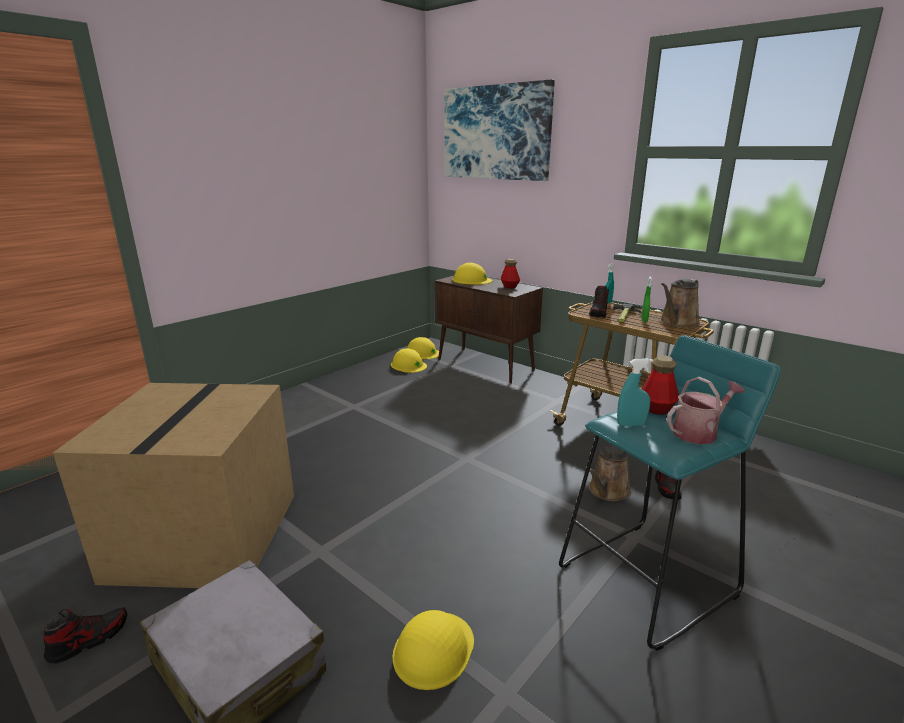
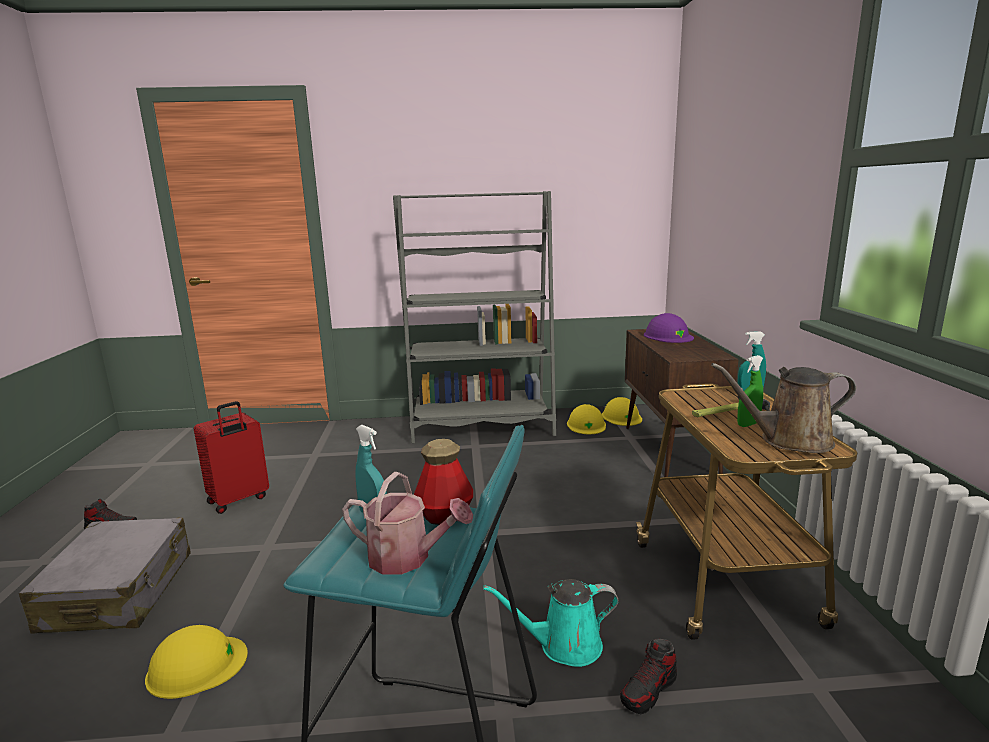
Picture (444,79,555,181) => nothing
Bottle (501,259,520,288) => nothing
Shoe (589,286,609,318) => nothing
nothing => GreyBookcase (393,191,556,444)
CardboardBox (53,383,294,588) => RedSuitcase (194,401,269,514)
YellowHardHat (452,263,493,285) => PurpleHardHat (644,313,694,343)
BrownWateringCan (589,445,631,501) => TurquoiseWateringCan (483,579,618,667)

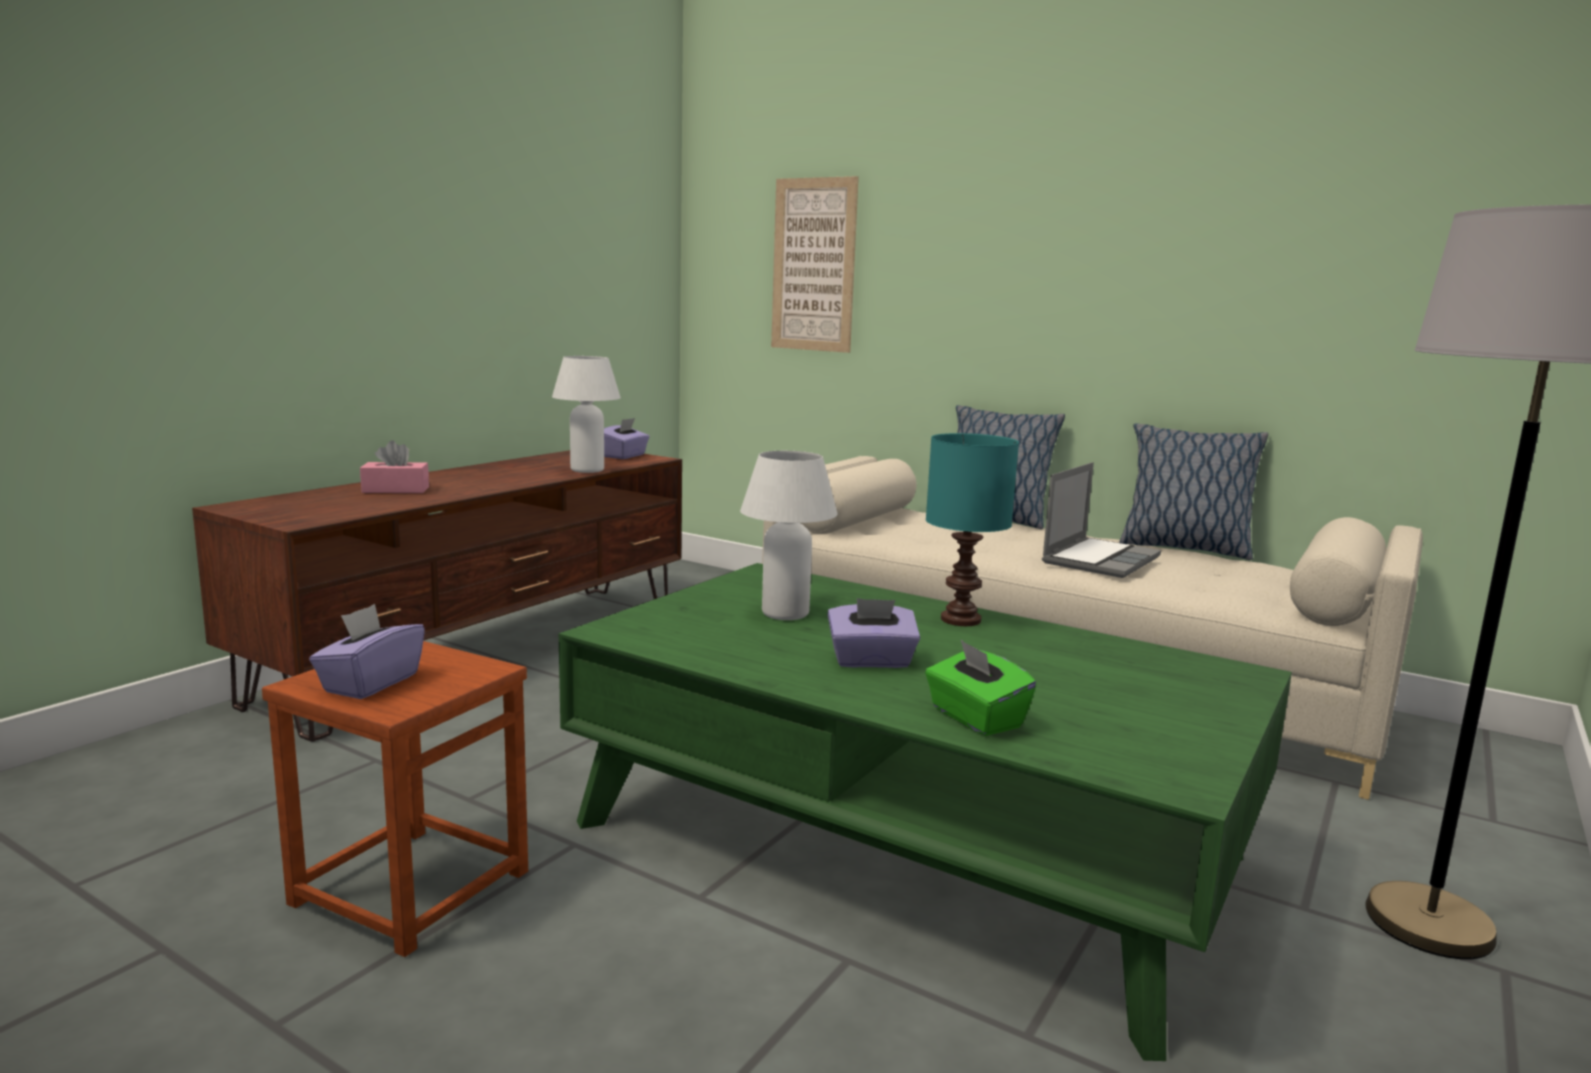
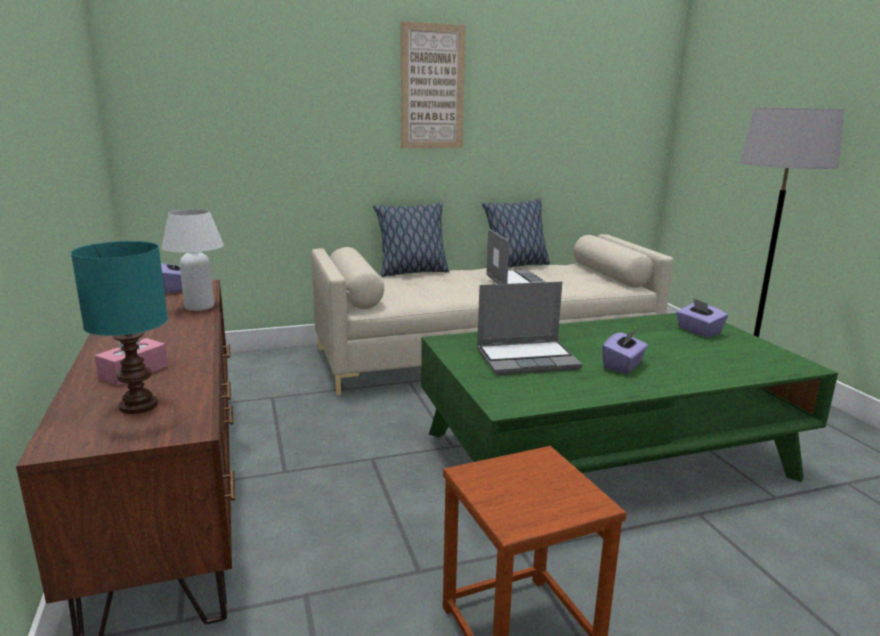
GreenTissueBox (925,639,1037,736) => nothing
PurpleTissueBox (309,604,425,699) => PurpleTissueBox (676,298,728,337), shifted
Picture (771,176,859,353) => Picture (401,21,466,149), shifted
TurquoiseTableLamp (926,433,1019,626) => TurquoiseTableLamp (71,241,168,414), shifted
WhiteTableLamp (740,451,838,620) => Laptop (477,282,582,375)

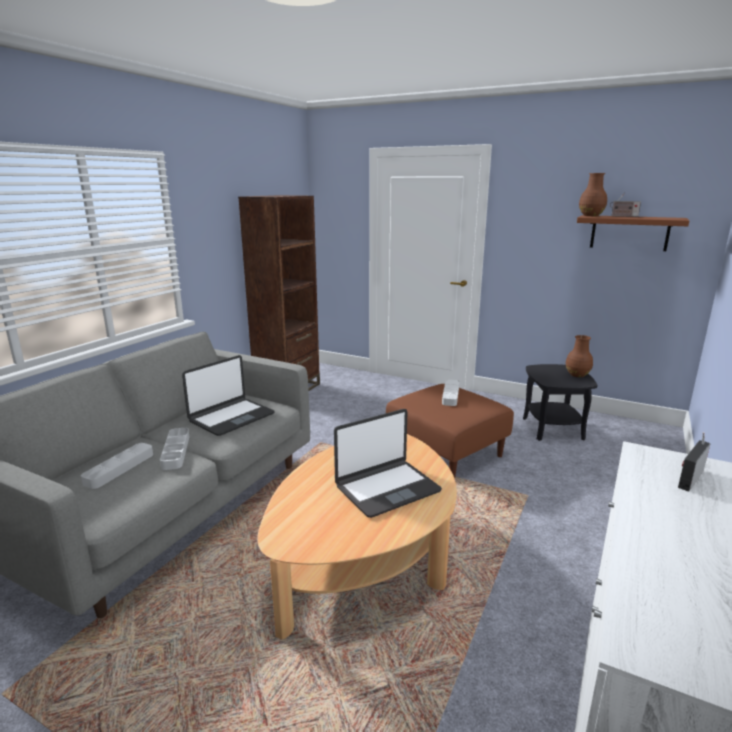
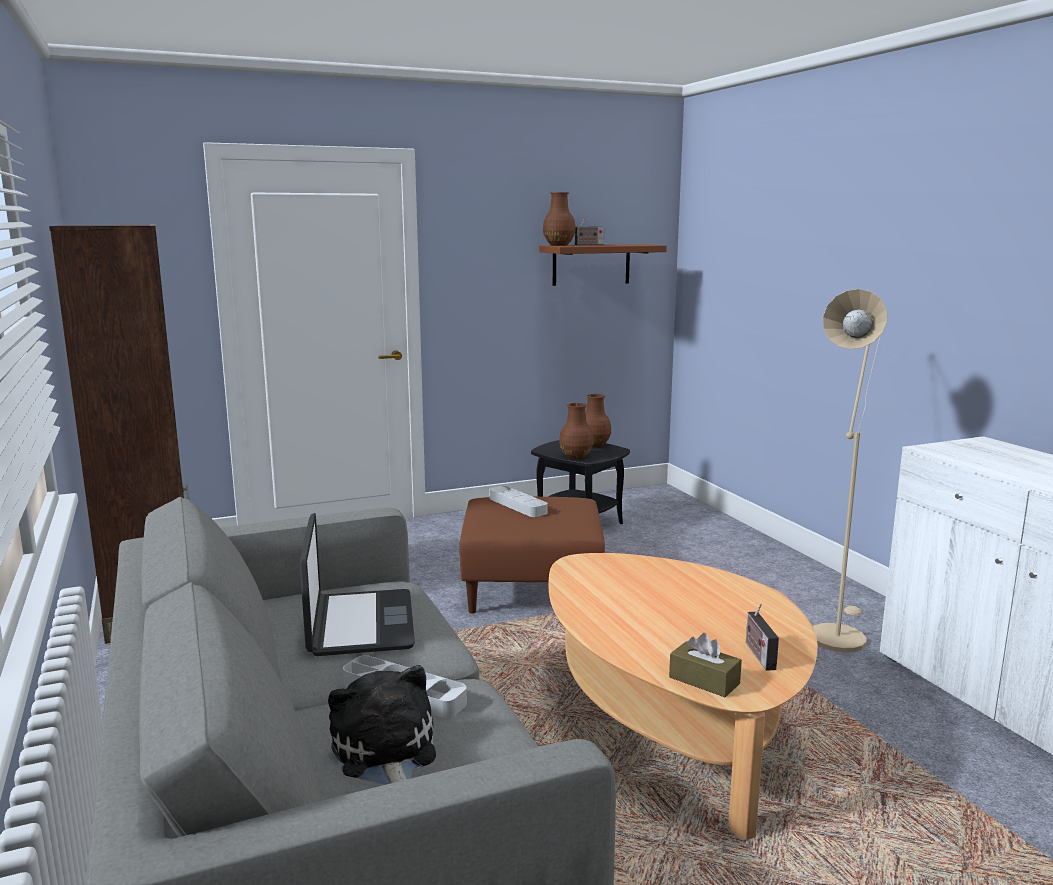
Laptop (334,409,442,518) => nothing
nothing => BrownVase (559,403,594,459)
nothing => BrownTissueBox (669,633,742,697)
nothing => BeigeFloorLamp (813,289,887,652)
Radio (678,432,710,492) => Radio (746,603,779,671), shifted
GreyTray (81,443,153,489) => PlushToy (328,665,436,785)

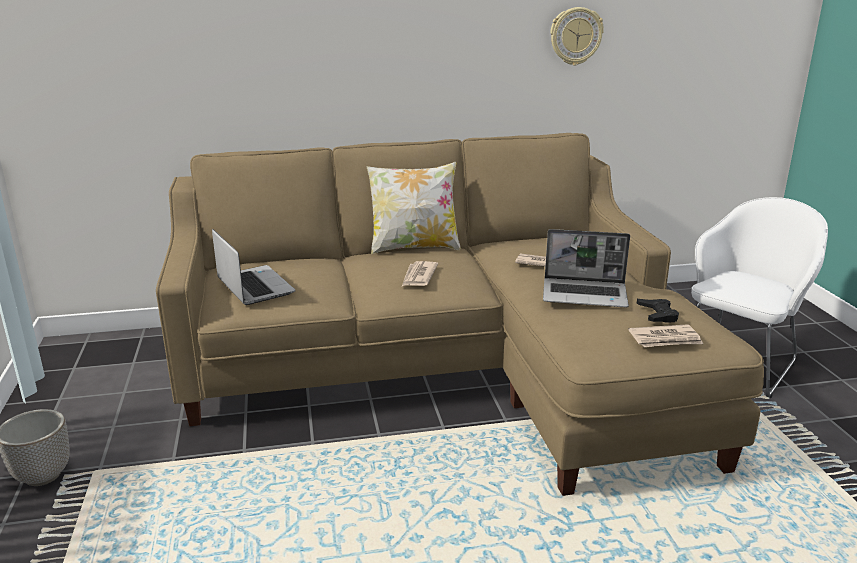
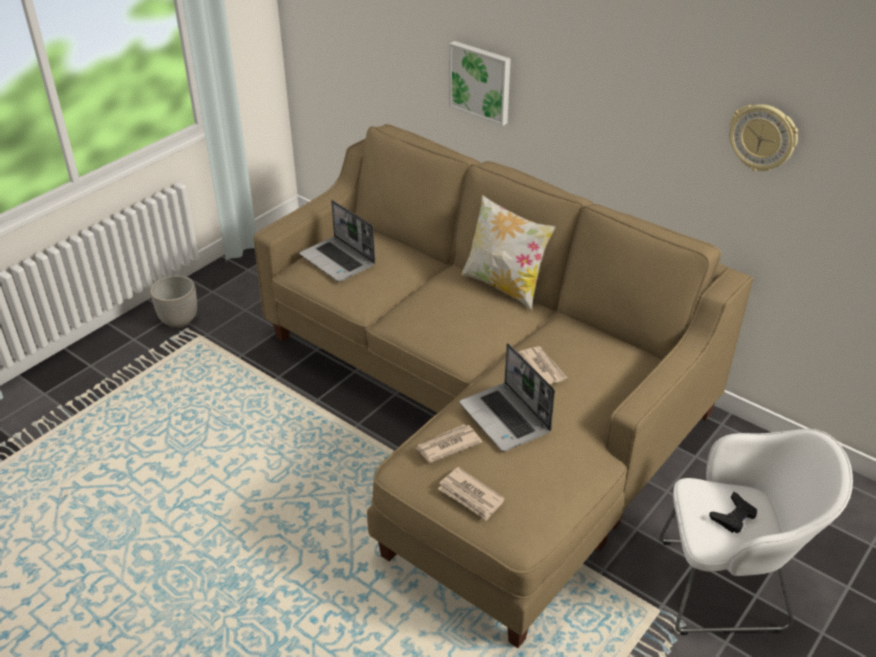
nothing => Picture (449,41,511,126)
Newspaper (402,261,438,286) => Newspaper (416,424,482,463), shifted
BlackGameController (637,299,679,323) => BlackGameController (709,492,757,533), shifted
Laptop (212,229,296,305) => Laptop (299,200,375,282), 120 degrees clockwise

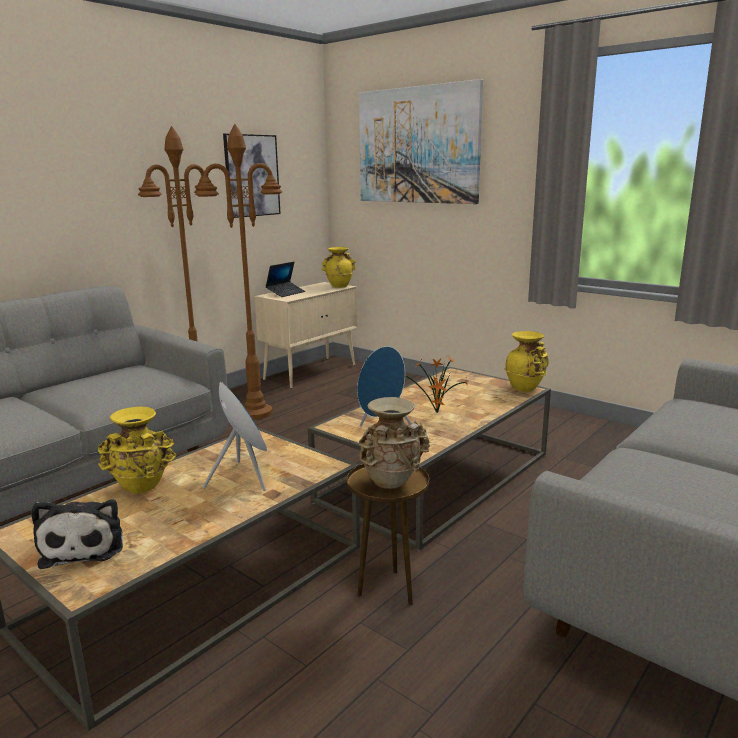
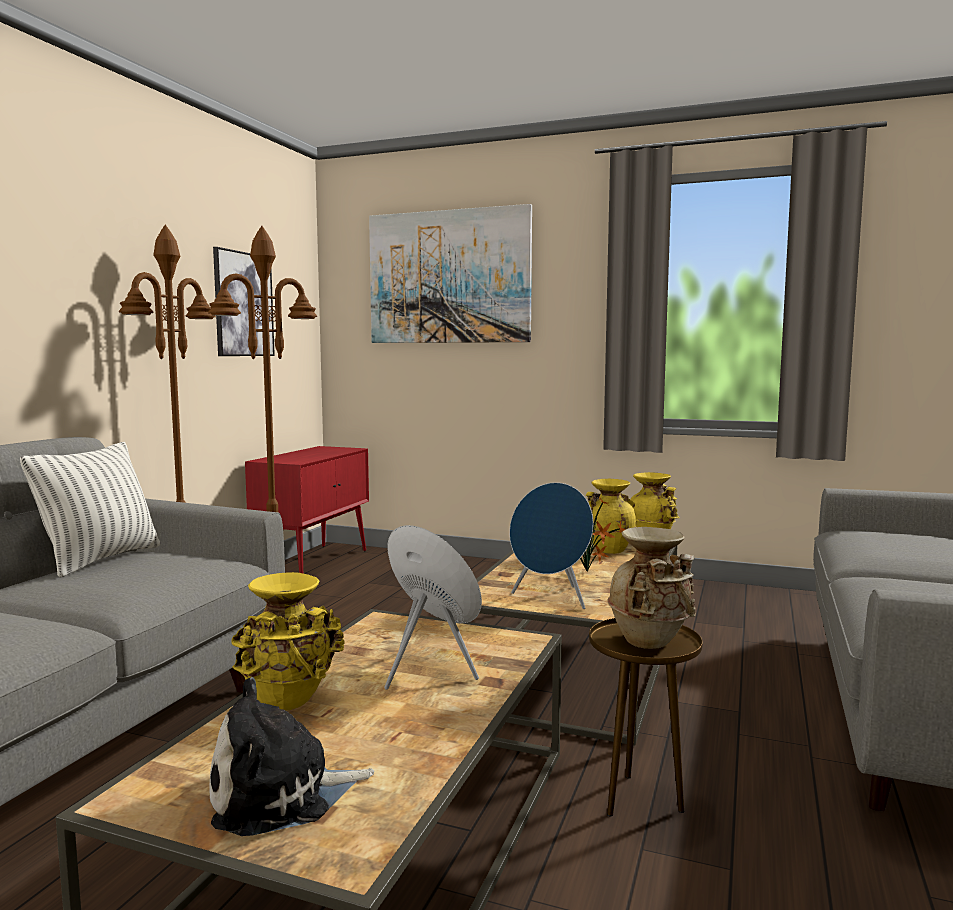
Laptop (265,262,305,297) => nothing
nothing => Pillow (20,442,160,578)
YellowVase (321,247,356,288) => YellowVase (586,479,637,554), shifted
BeigeCabinet (254,282,358,388) => RedCabinet (245,446,369,573)
PlushToy (31,500,123,569) => PlushToy (210,677,374,836), 105 degrees clockwise

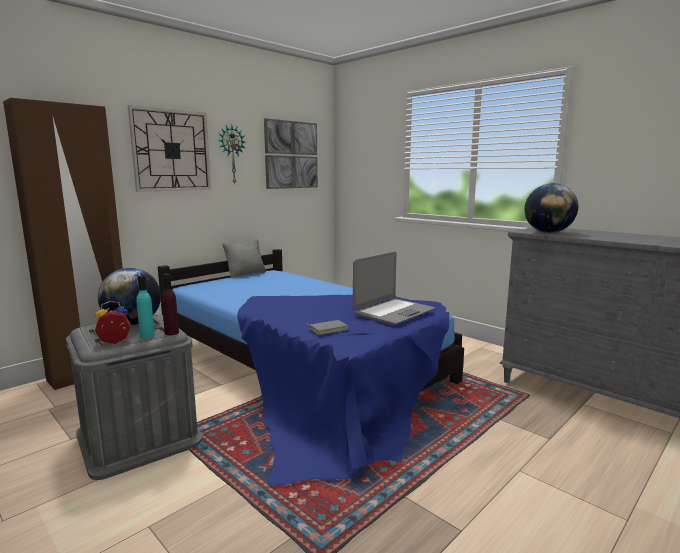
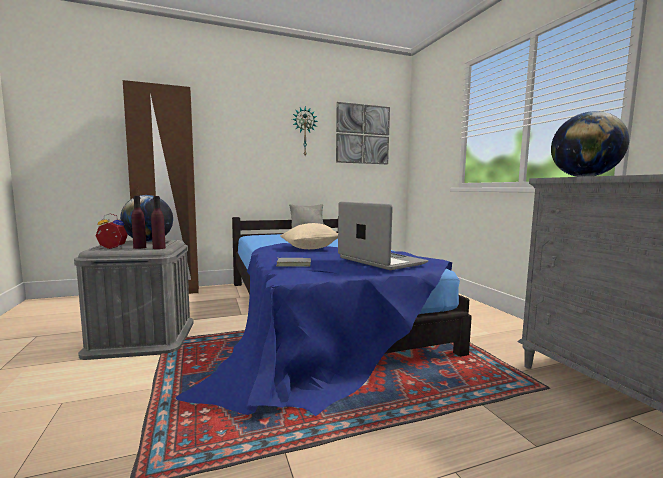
WallClock (128,105,211,192) => nothing
nothing => BeigePillow (280,223,338,249)
TurquoiseBottle (136,275,155,338) => PurpleBottle (131,196,146,249)
Laptop (353,252,435,324) => Laptop (338,202,428,270), 105 degrees counterclockwise

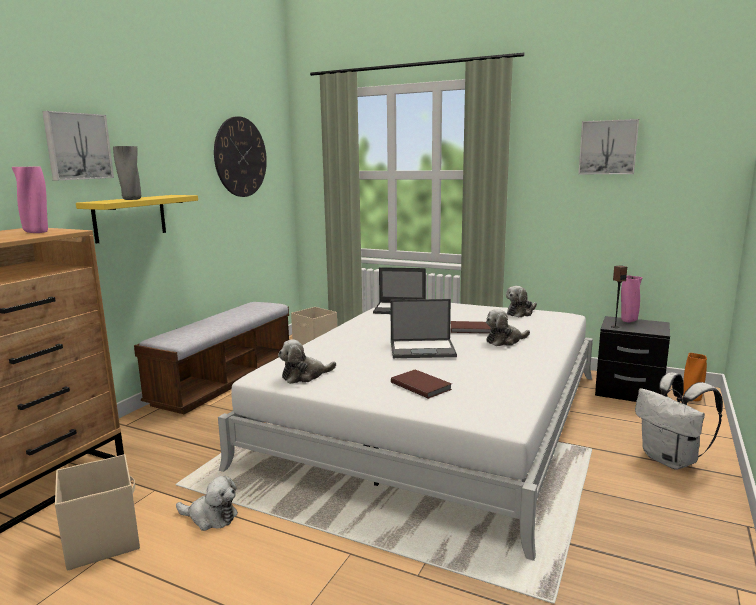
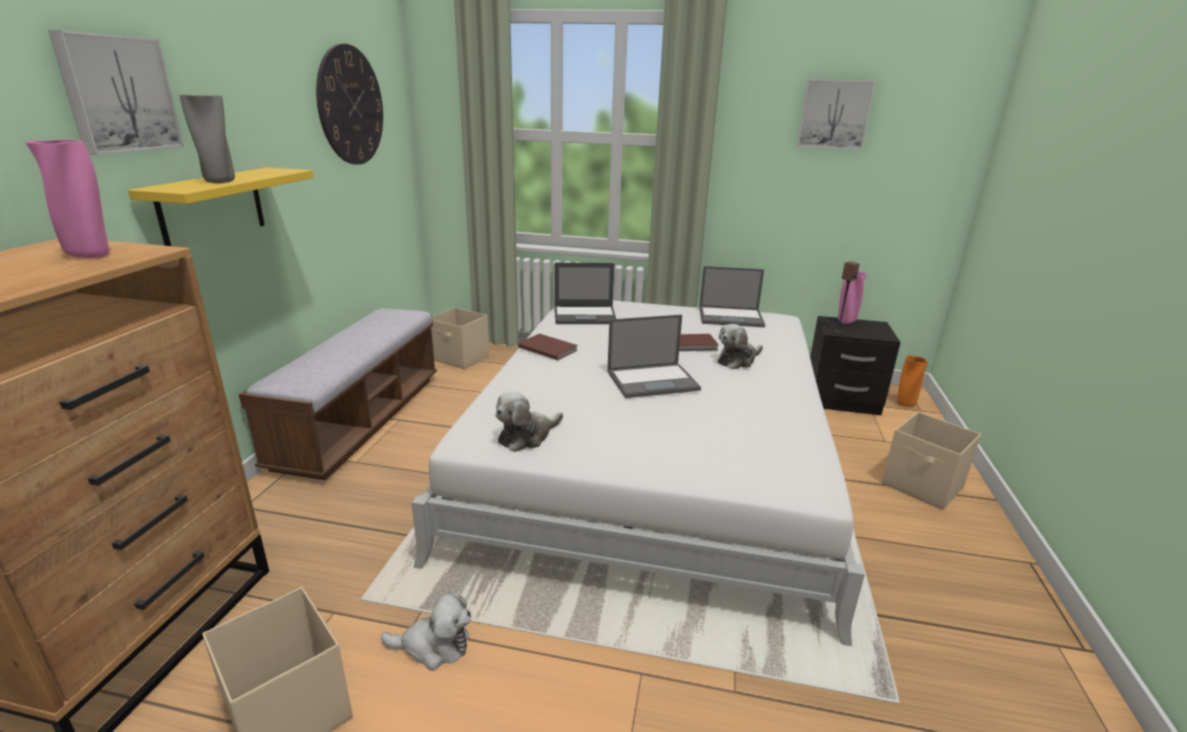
BrownBook (391,369,452,399) => BrownBook (518,334,578,360), shifted
PlushToy (506,286,537,317) => Laptop (699,266,765,327)
WhiteBackpack (635,373,723,469) => BeigeStorageBox (882,412,981,510)

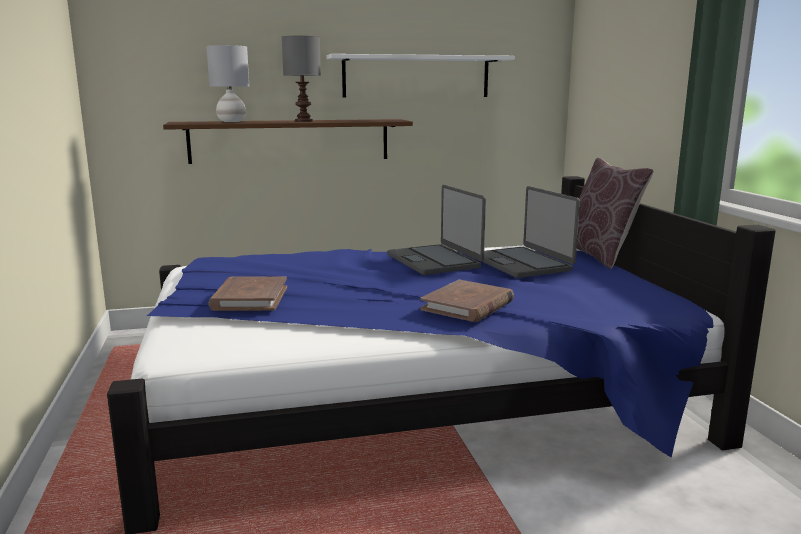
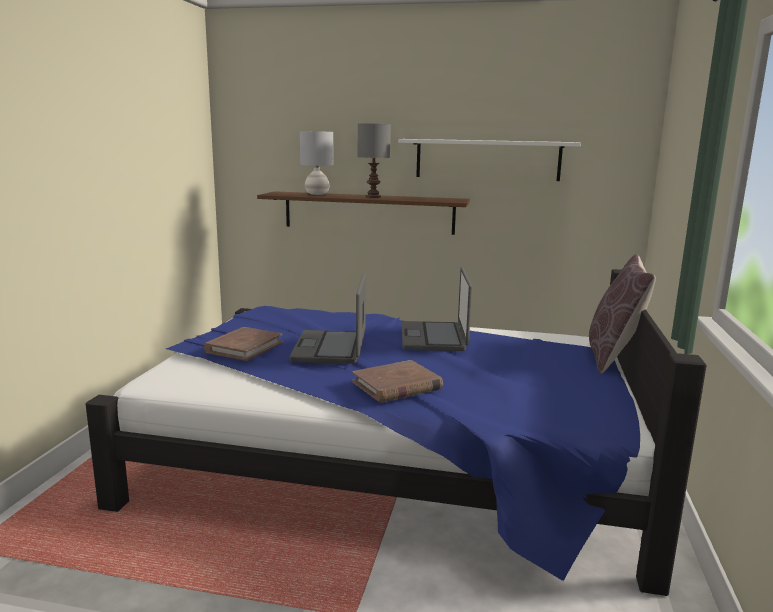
Laptop (482,186,580,278) => Laptop (289,273,366,364), shifted

